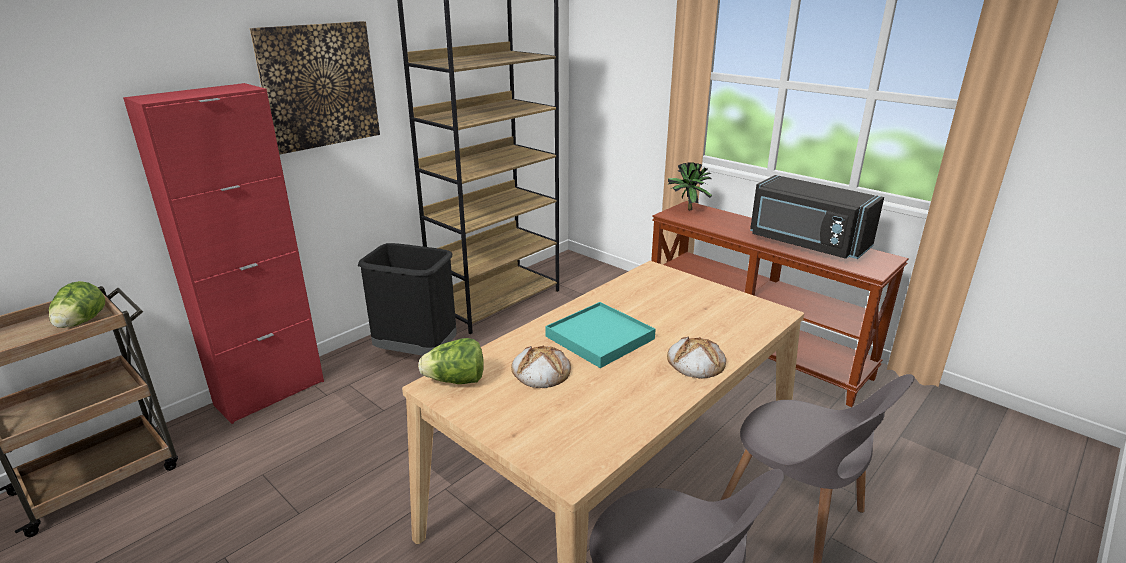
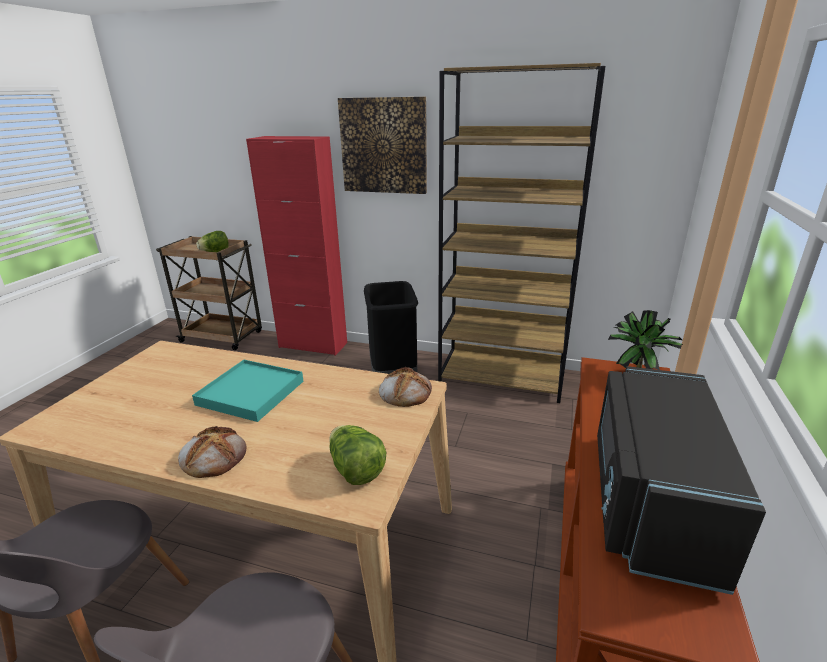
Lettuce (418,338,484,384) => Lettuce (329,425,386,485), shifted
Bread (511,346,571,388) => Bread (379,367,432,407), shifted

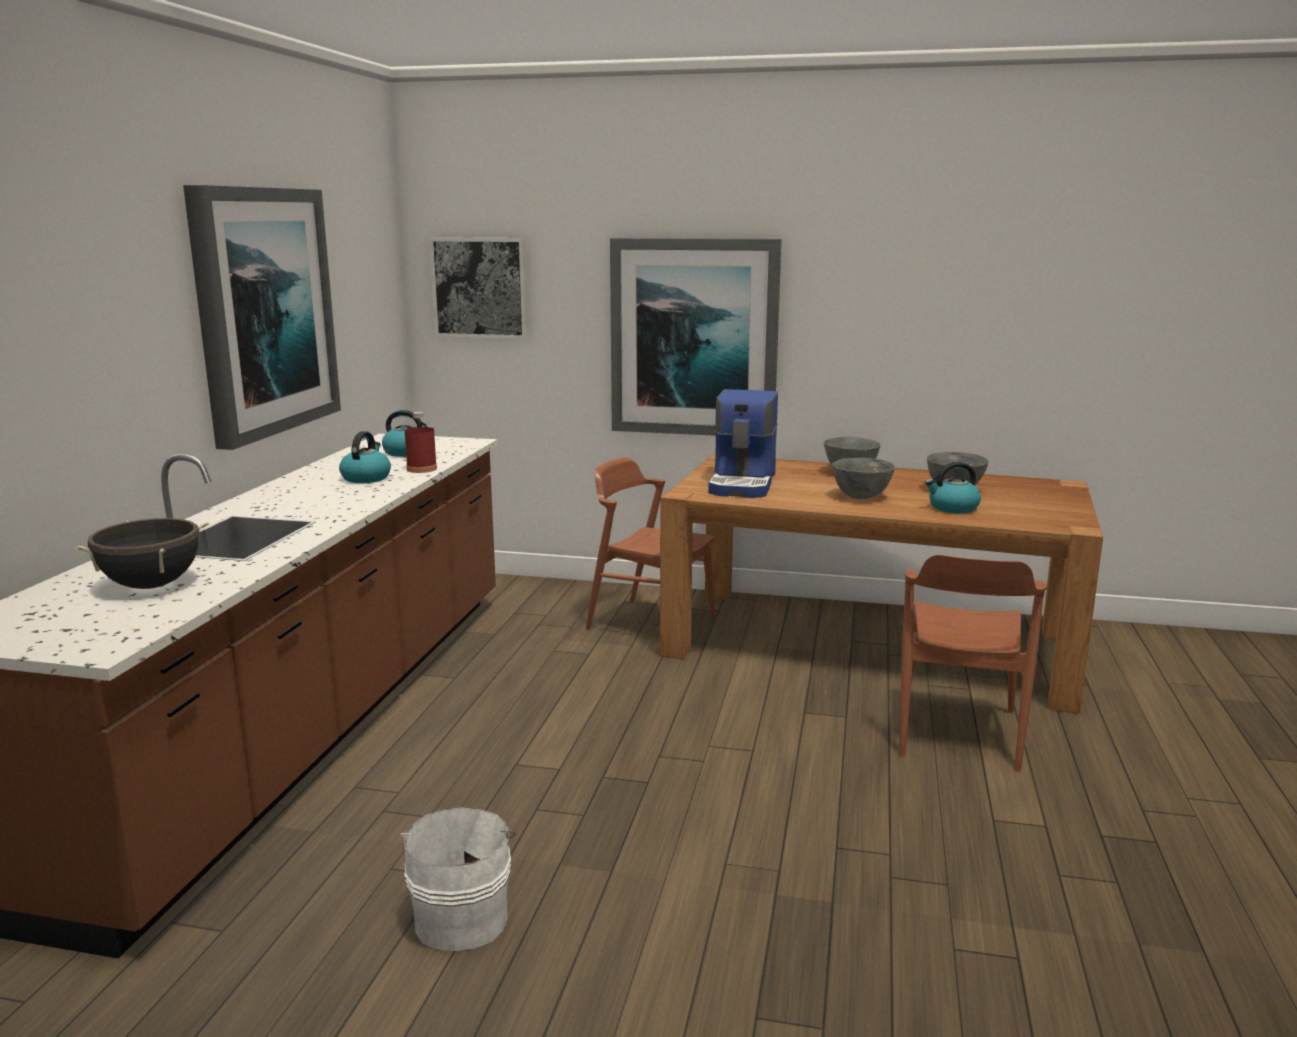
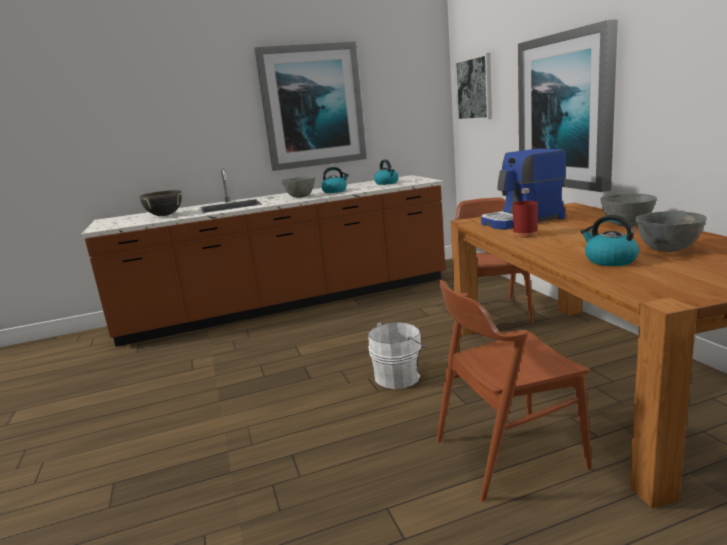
WhiteBucket (400,807,516,951) => WhiteBucket (368,322,427,389), shifted
RedBottle (405,412,437,473) => RedBottle (513,188,538,238), shifted
GreyBowl (832,458,895,499) => GreyBowl (281,176,315,198), shifted

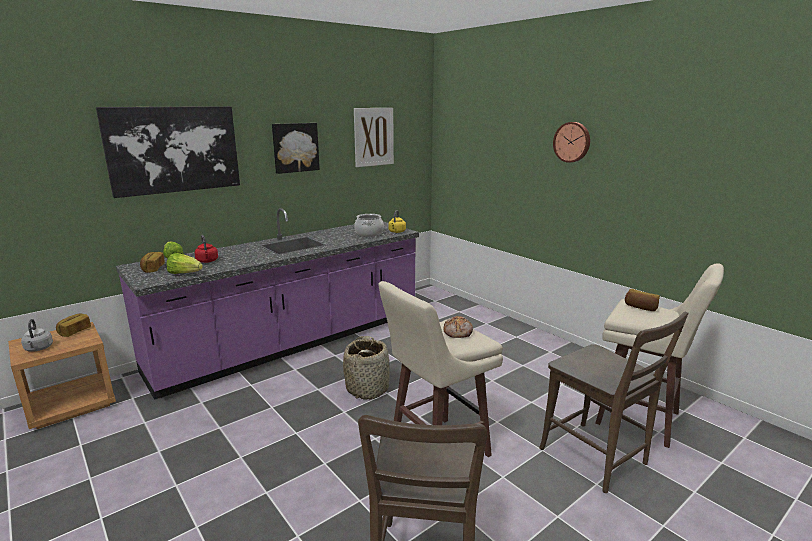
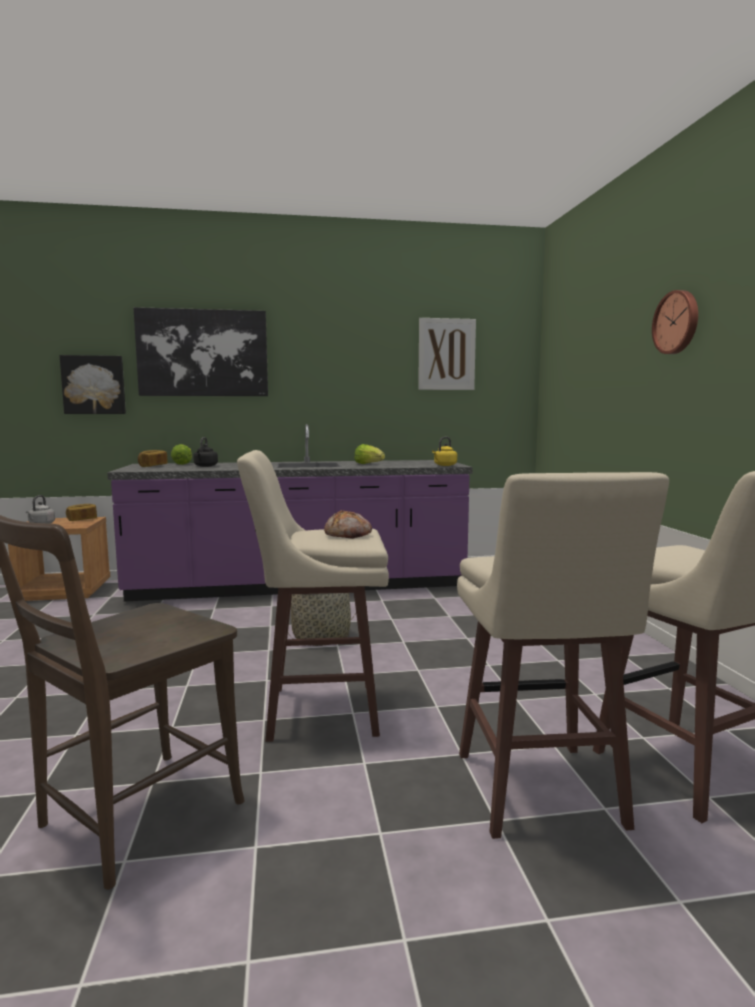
CookingPot (354,214,384,237) => nothing
Bread (625,289,660,311) => nothing
Lettuce (166,253,203,274) => Lettuce (354,444,385,464), shifted
Picture (272,123,320,174) => Picture (60,355,126,414), shifted
BrownChair (539,312,688,493) => BeigeStool (457,472,669,839)
RedKettle (195,235,218,263) => BlackKettle (193,437,218,467)

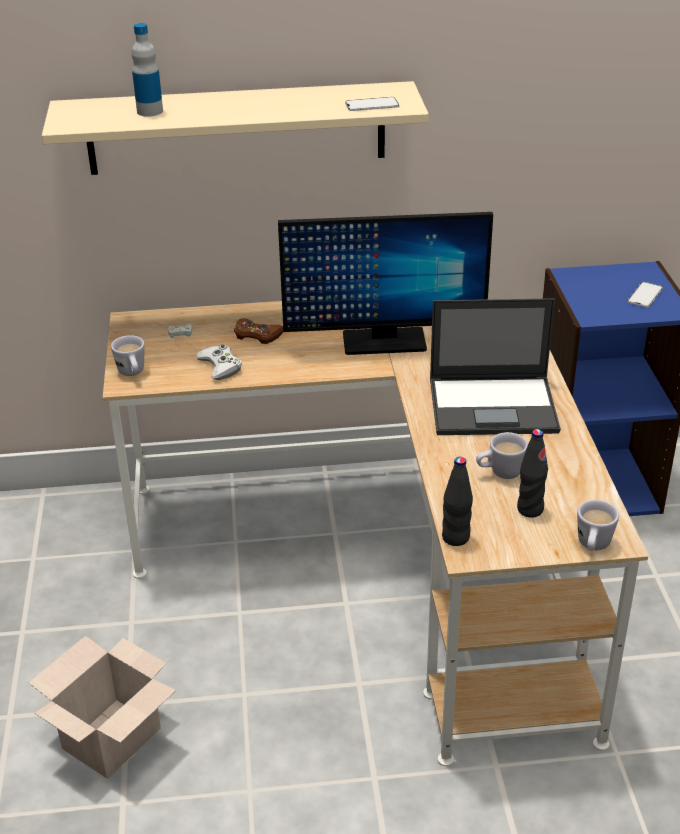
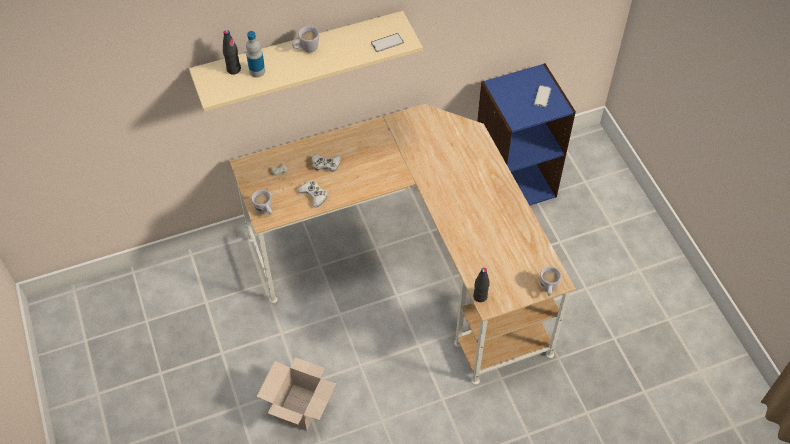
Monitor (278,212,493,355) => nothing
Laptop (430,298,561,435) => nothing
WhiteMug (476,432,528,479) => WhiteMug (292,26,319,53), shifted
BlackBottle (517,429,548,518) => BlackBottle (223,30,241,75), shifted
BrownGameController (234,318,283,344) => WhiteGameController (312,154,341,172)

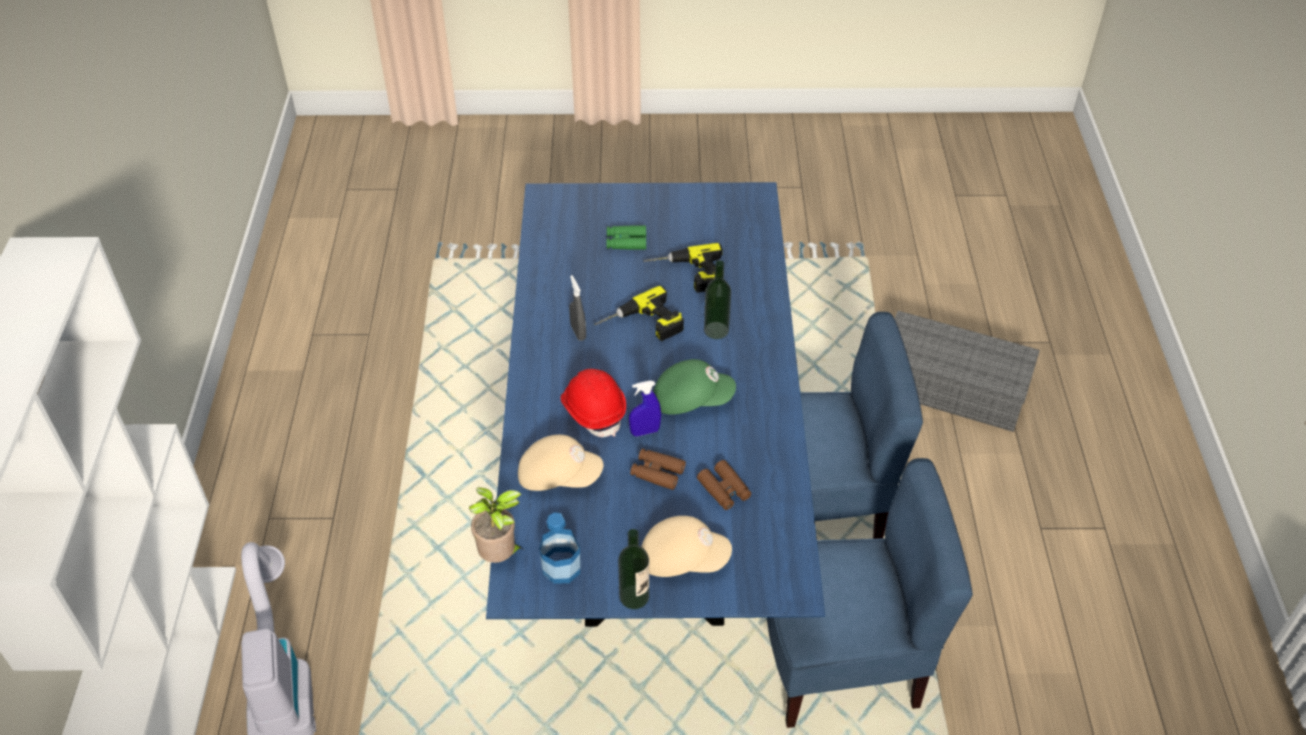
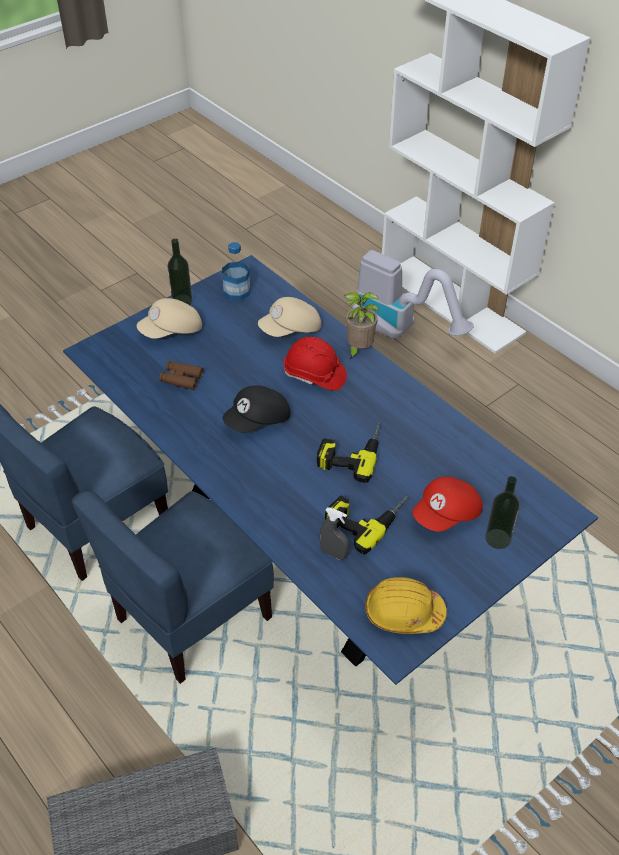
BlueSprayBottle (629,381,661,436) => nothing
BrownBinoculars (630,448,686,490) => nothing
nothing => YellowHardHat (365,577,447,634)
PottedPlant (469,487,524,563) => PottedPlant (344,292,379,359), shifted
GreySprayBottle (569,275,586,341) => GreySprayBottle (320,508,349,560), shifted
Bottle (704,260,731,339) => Bottle (485,476,520,549), shifted
GreenBinoculars (606,225,646,250) => RedCap (412,476,483,532)
GreenCap (654,359,736,415) => BlackCap (223,385,291,433)

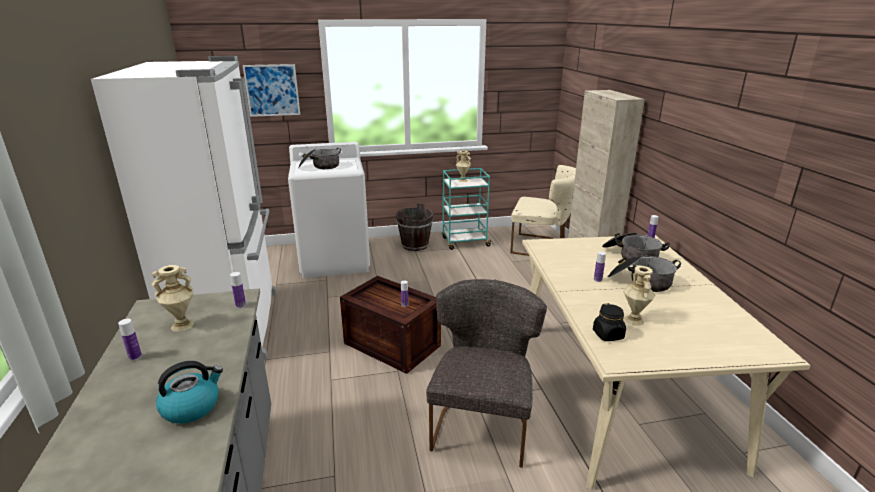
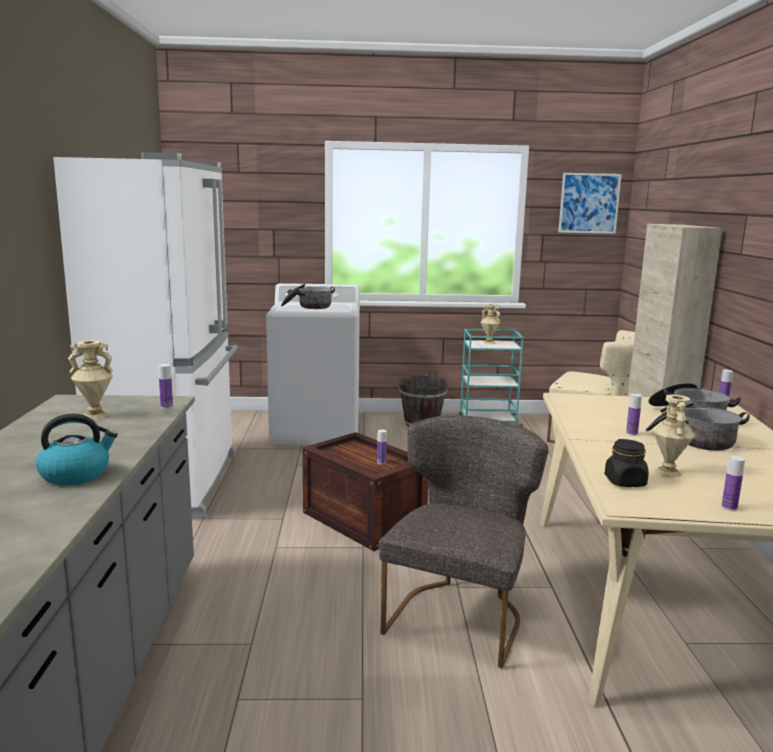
Bottle (118,319,142,361) => Bottle (721,456,745,511), shifted
Picture (243,64,300,117) => Picture (558,173,622,234), shifted

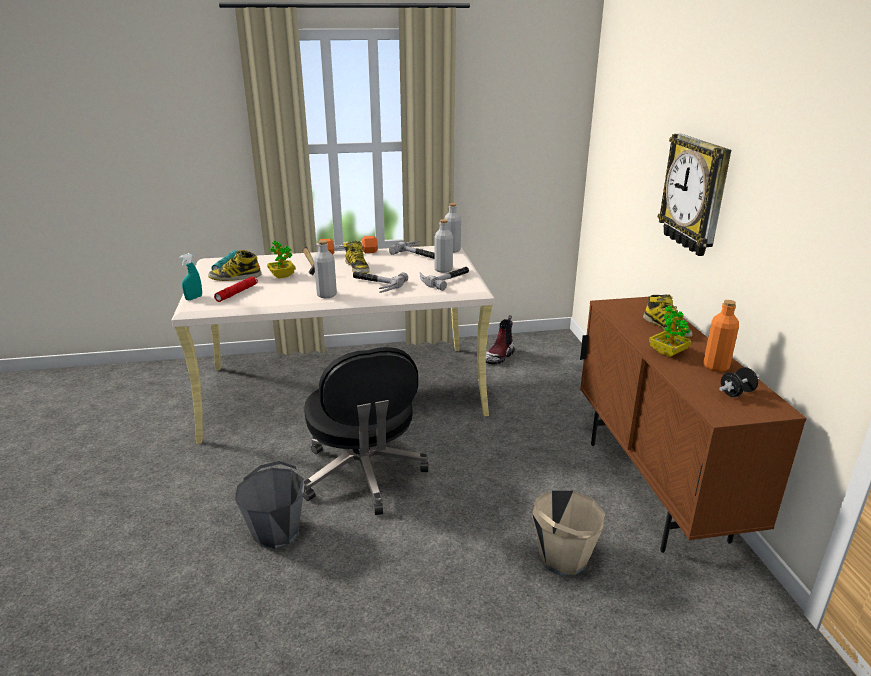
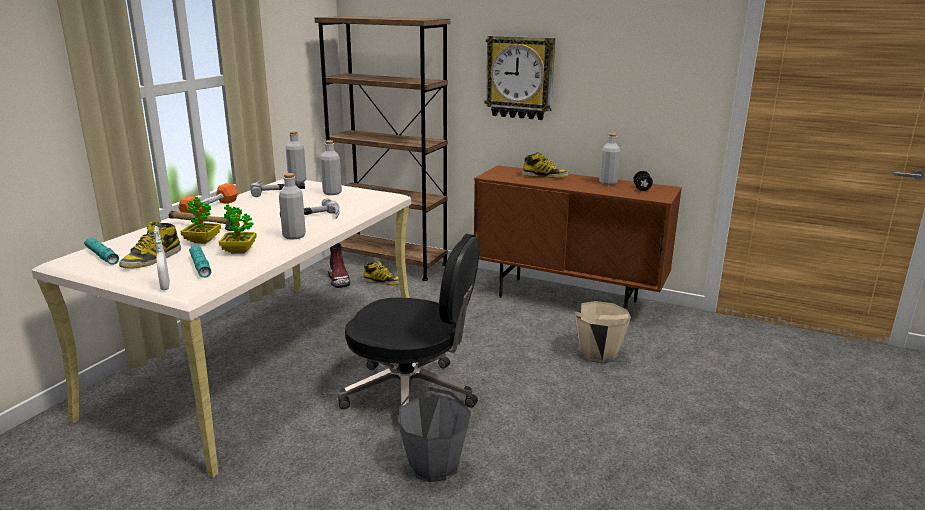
Hammer (420,267,469,291) => nothing
nothing => BrownBookcase (315,16,450,281)
Boot (344,241,370,274) => Boot (363,260,399,285), shifted
PottedPlant (649,306,691,357) => PottedPlant (219,204,257,254), shifted
TurquoiseSprayBottle (179,253,202,300) => WhiteSprayBottle (154,226,170,290)
RedFlashlight (214,277,258,302) => TurquoiseFlashlight (189,245,211,278)
OrangeBottle (703,300,739,372) => GreyBottle (599,133,620,185)

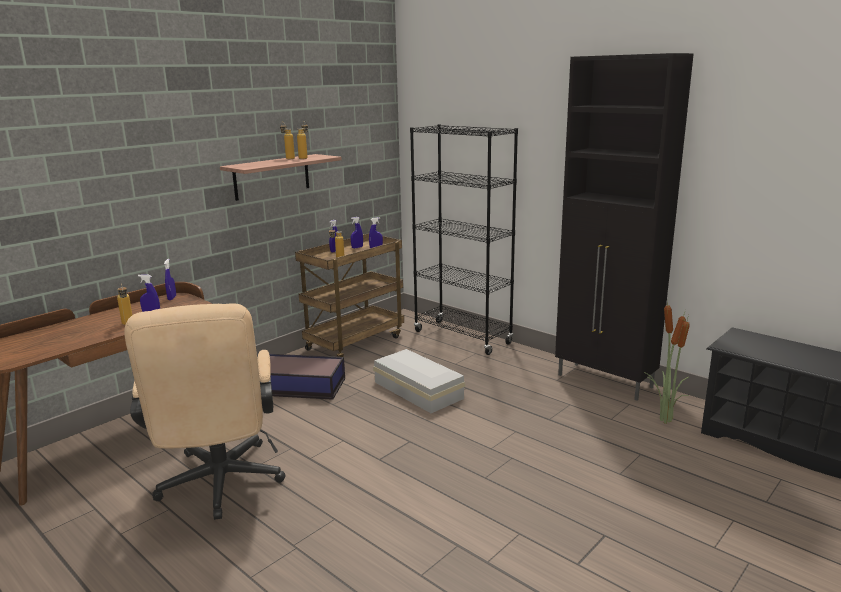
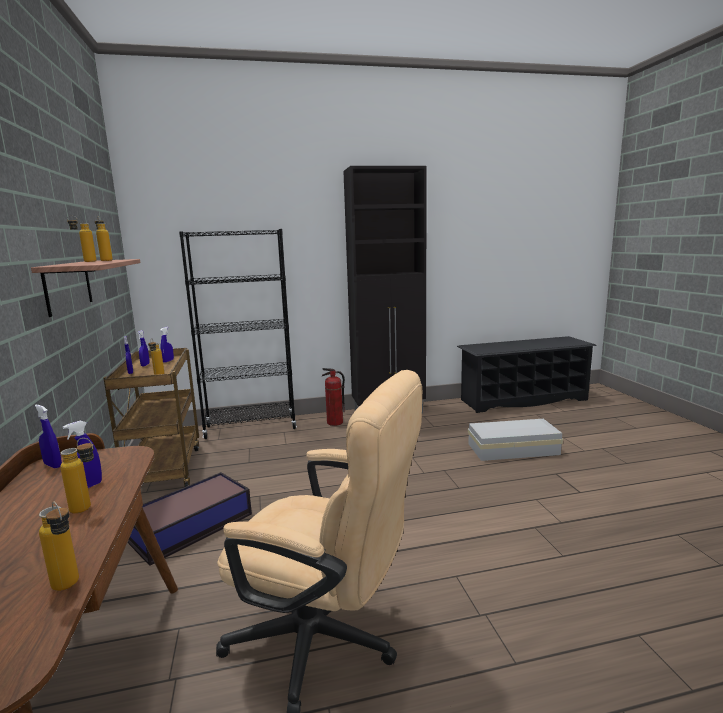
PottedPlant (644,302,690,424) => nothing
nothing => Bottle (39,501,79,591)
nothing => FireExtinguisher (322,368,345,426)
WhiteStorageBox (373,349,465,413) => WhiteStorageBox (468,419,563,461), shifted

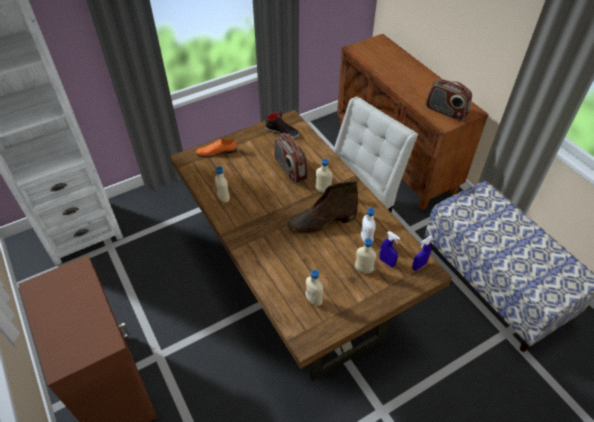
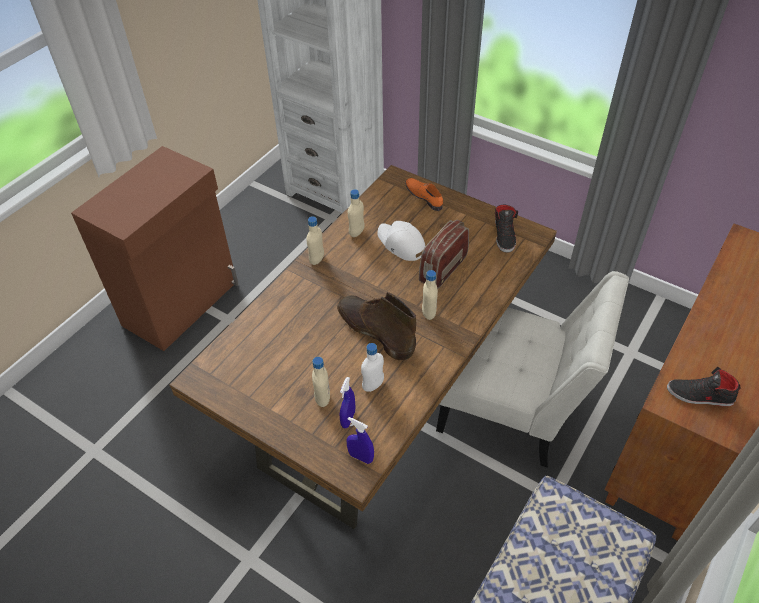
nothing => WhiteCap (378,221,425,261)
BeigeBottle (305,270,323,306) => BeigeBottle (307,216,324,265), shifted
Radio (426,79,472,121) => BlackShoe (667,367,740,406)

